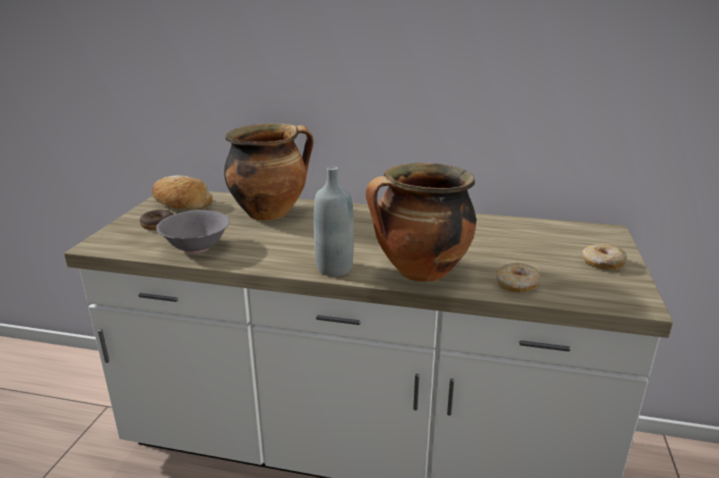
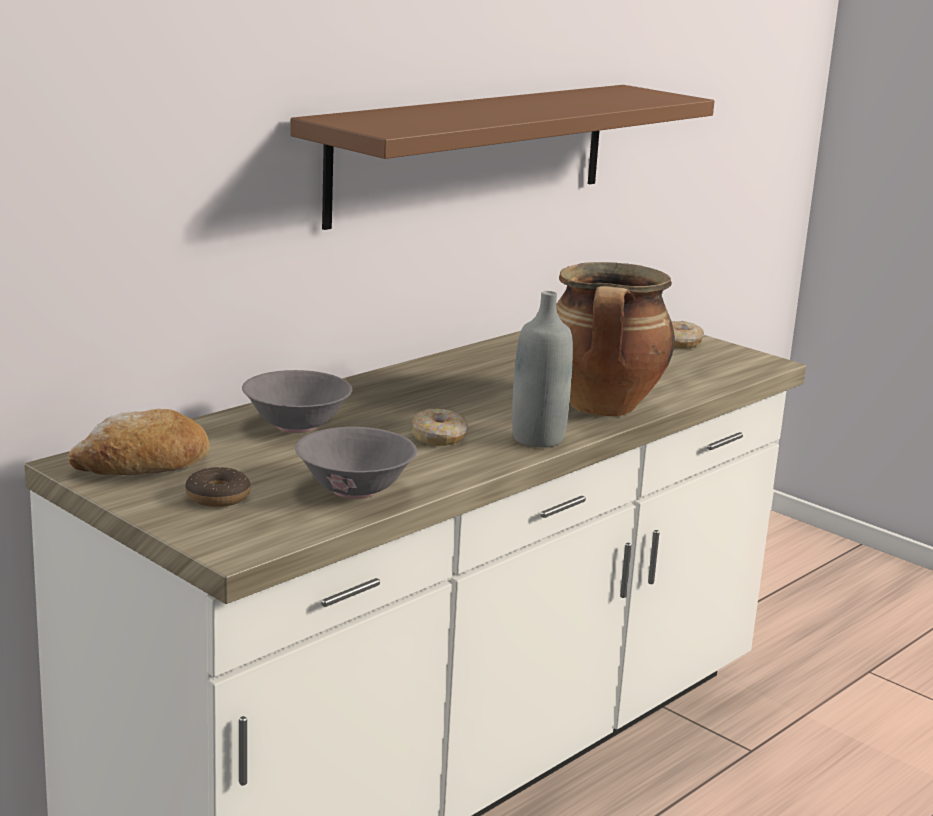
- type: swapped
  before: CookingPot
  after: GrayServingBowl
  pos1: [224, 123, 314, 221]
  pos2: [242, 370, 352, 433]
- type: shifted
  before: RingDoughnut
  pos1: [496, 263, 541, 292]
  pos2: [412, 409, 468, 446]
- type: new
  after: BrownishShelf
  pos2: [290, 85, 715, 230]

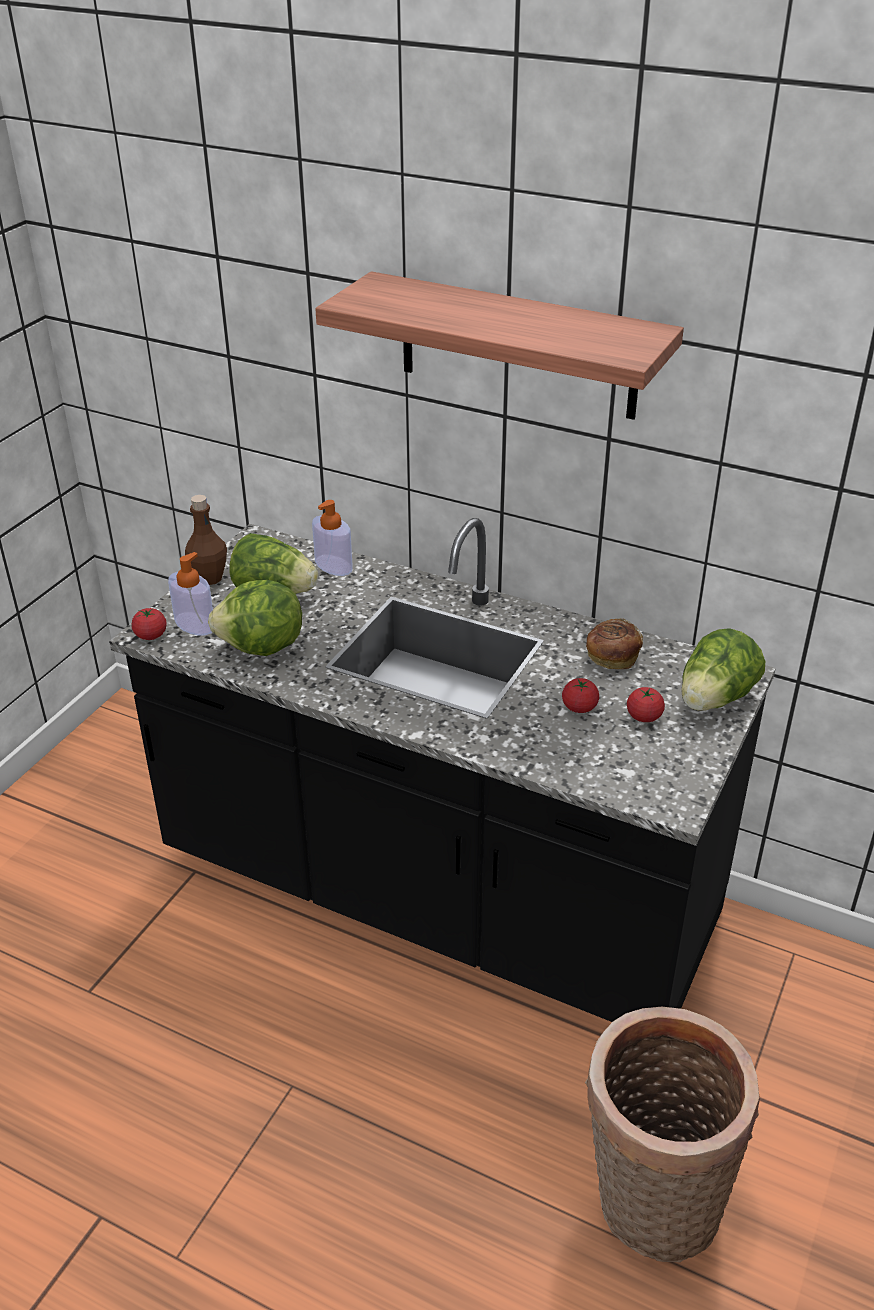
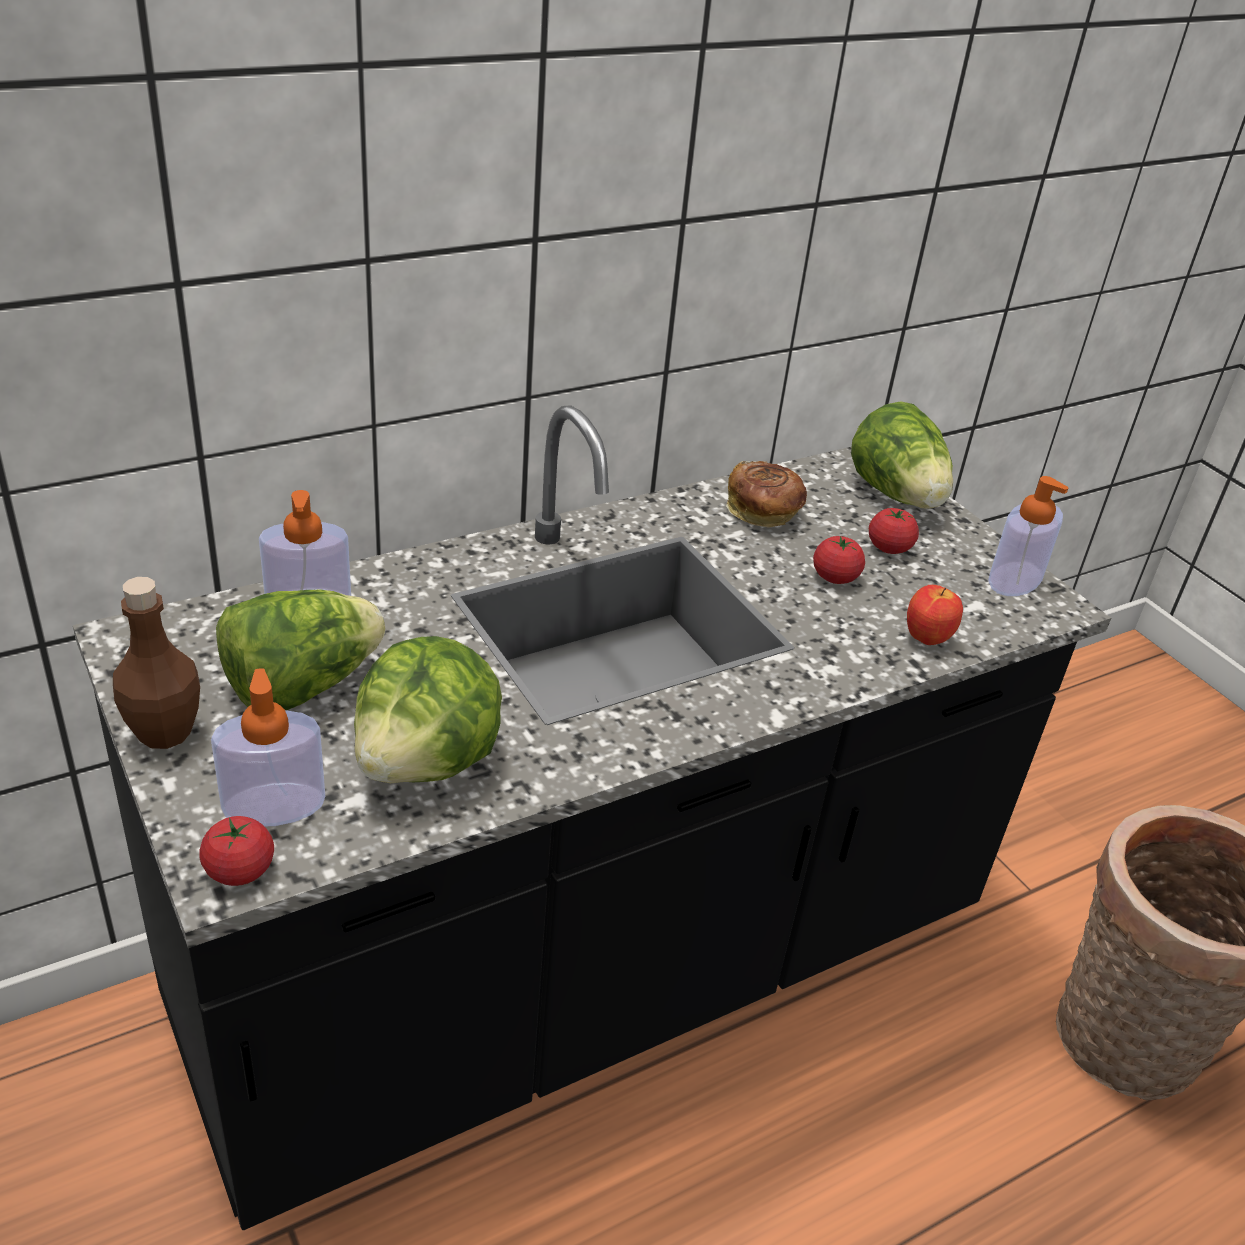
- type: gone
  before: Shelf
  pos1: [315, 271, 684, 420]
- type: new
  after: SoapDispenser
  pos2: [988, 476, 1069, 596]
- type: new
  after: Apple
  pos2: [907, 585, 963, 645]

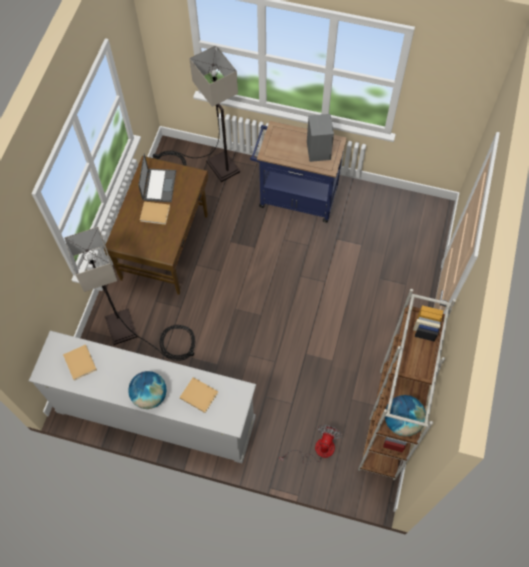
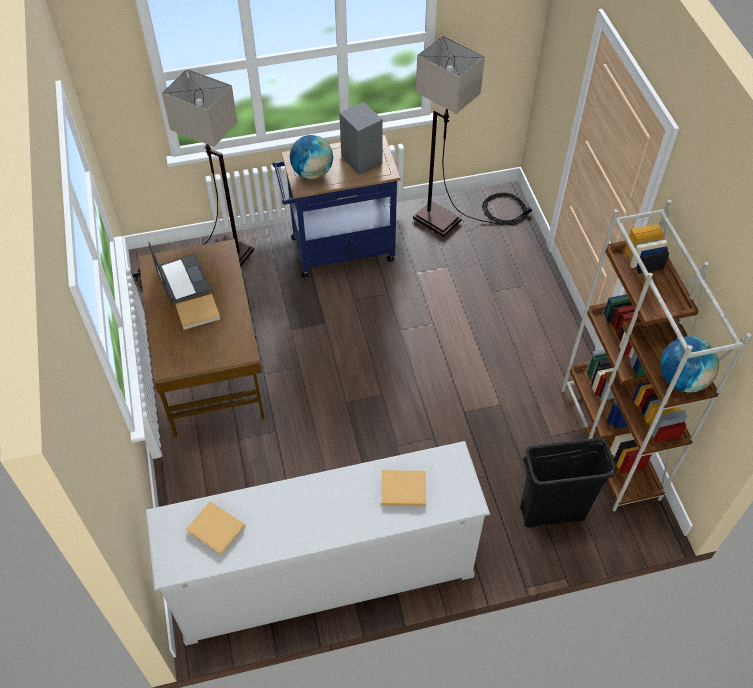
- type: shifted
  before: FloorLamp
  pos1: [64, 227, 195, 361]
  pos2: [413, 36, 532, 237]
- type: shifted
  before: DeskGlobe
  pos1: [128, 371, 167, 409]
  pos2: [290, 135, 333, 179]
- type: swapped
  before: Fan
  after: BlackishRubbishBin
  pos1: [279, 425, 342, 464]
  pos2: [520, 437, 616, 528]

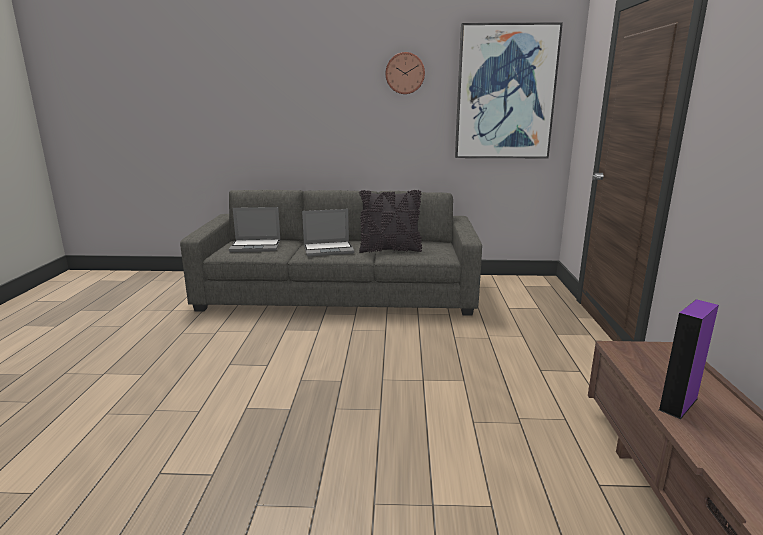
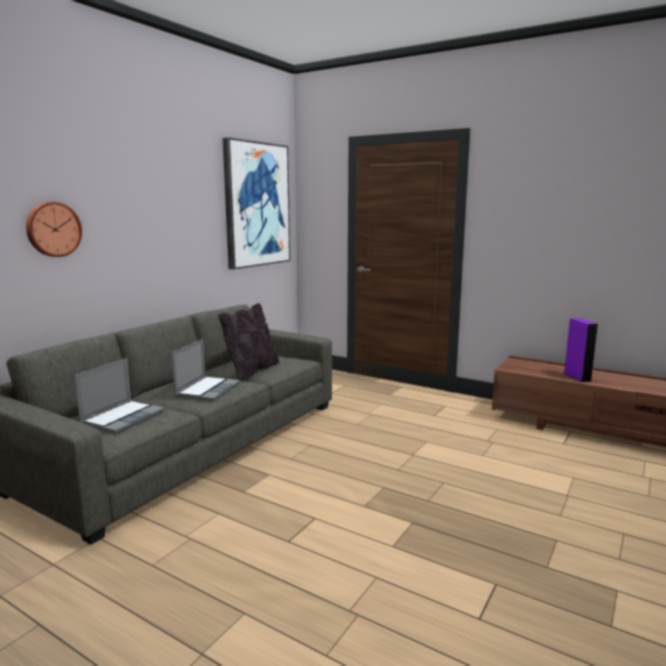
- type: shifted
  before: WallClock
  pos1: [385, 52, 425, 94]
  pos2: [26, 202, 82, 257]

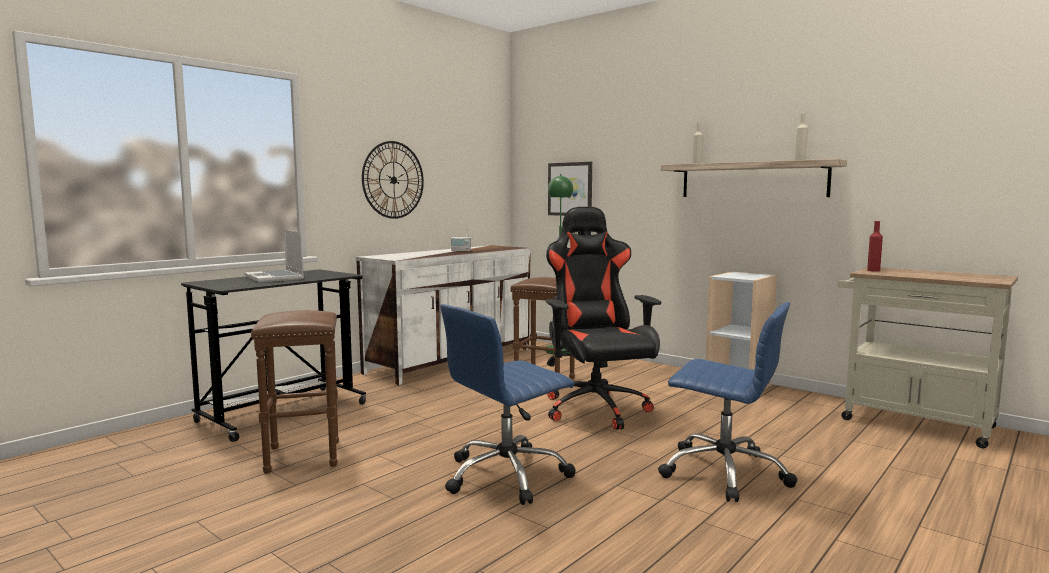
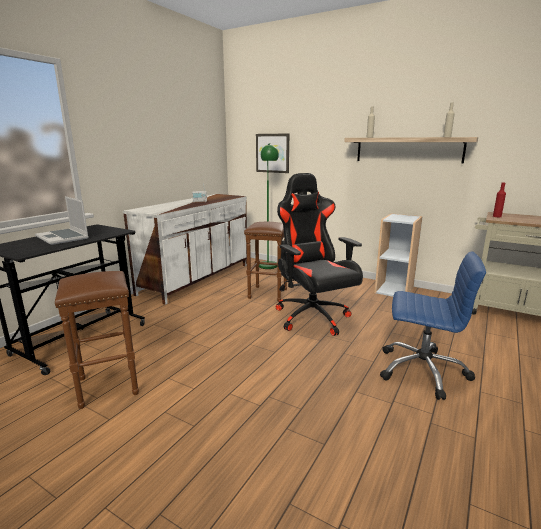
- type: gone
  before: WallClock
  pos1: [362, 141, 424, 219]
- type: gone
  before: BlueDeskChair
  pos1: [440, 304, 576, 505]

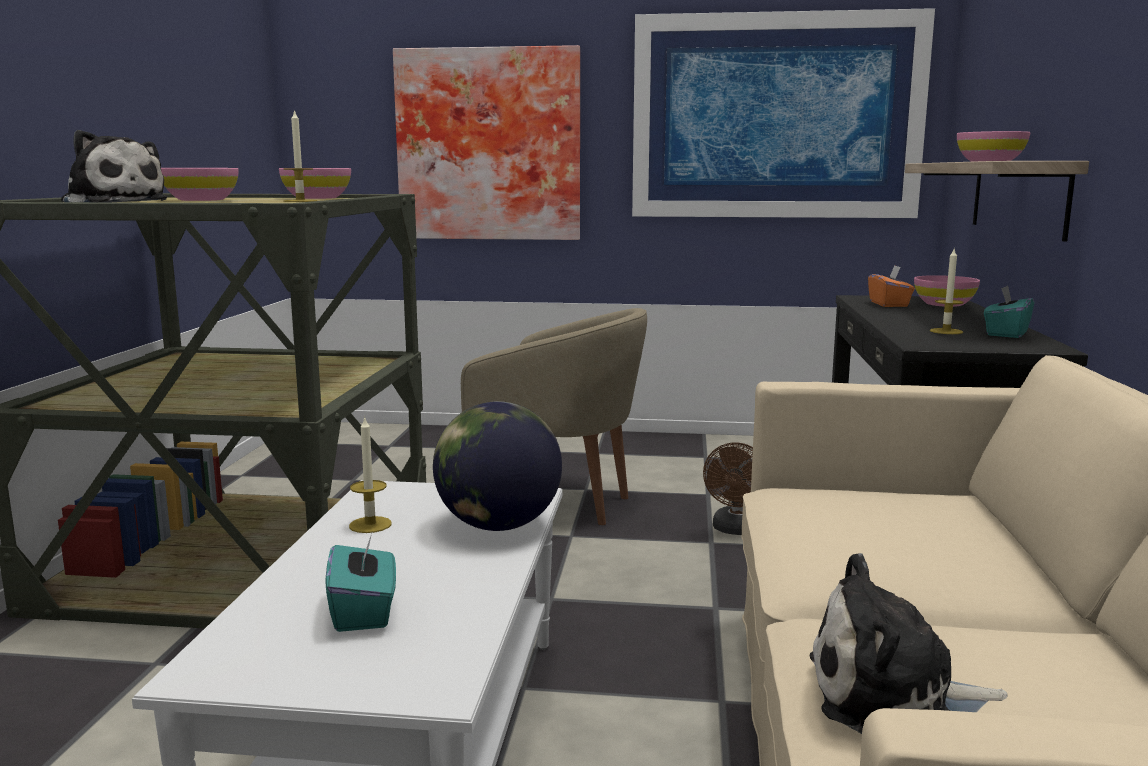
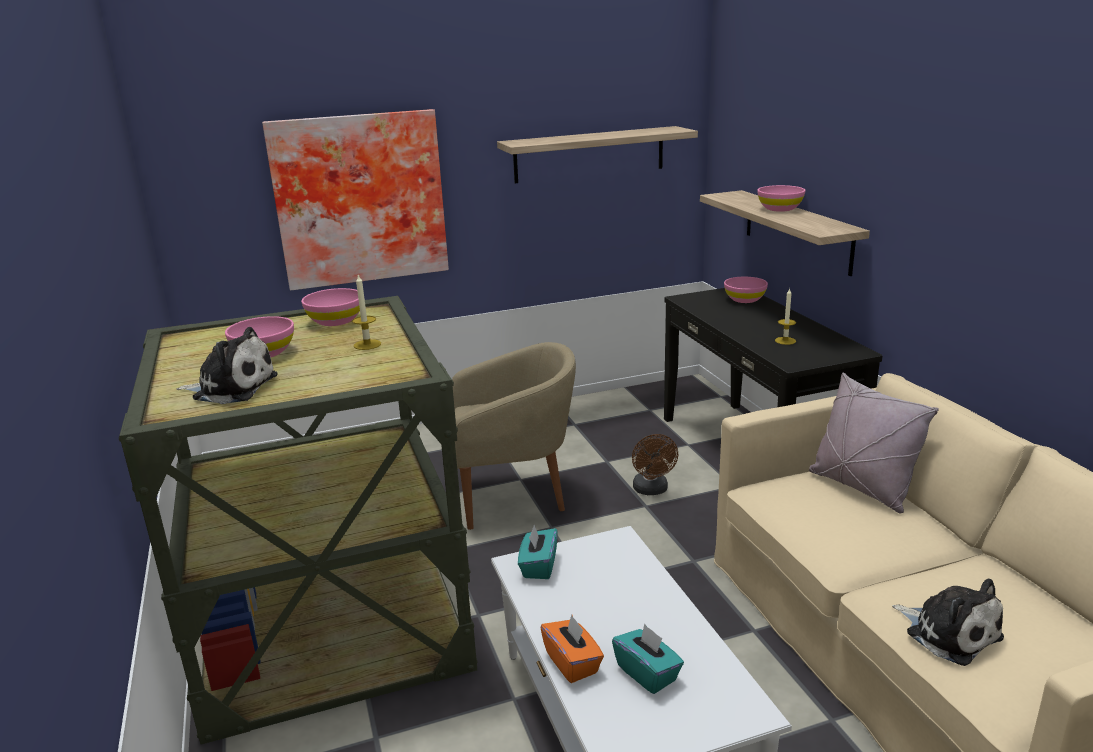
- type: swapped
  before: Picture
  after: Shelf
  pos1: [632, 8, 935, 218]
  pos2: [497, 126, 698, 183]
- type: shifted
  before: OrangeyTissueBox
  pos1: [868, 265, 915, 307]
  pos2: [541, 615, 604, 683]
- type: shifted
  before: BlueGreenTissueBox
  pos1: [984, 285, 1034, 338]
  pos2: [518, 525, 558, 579]
- type: gone
  before: DeskGlobe
  pos1: [433, 401, 562, 531]
- type: gone
  before: WaxCandle
  pos1: [349, 416, 392, 533]
- type: rotated
  before: PlushToy
  pos1: [810, 553, 1008, 734]
  pos2: [892, 579, 1004, 666]
  turn: -105
- type: new
  after: PurplishCushion
  pos2: [809, 373, 939, 514]

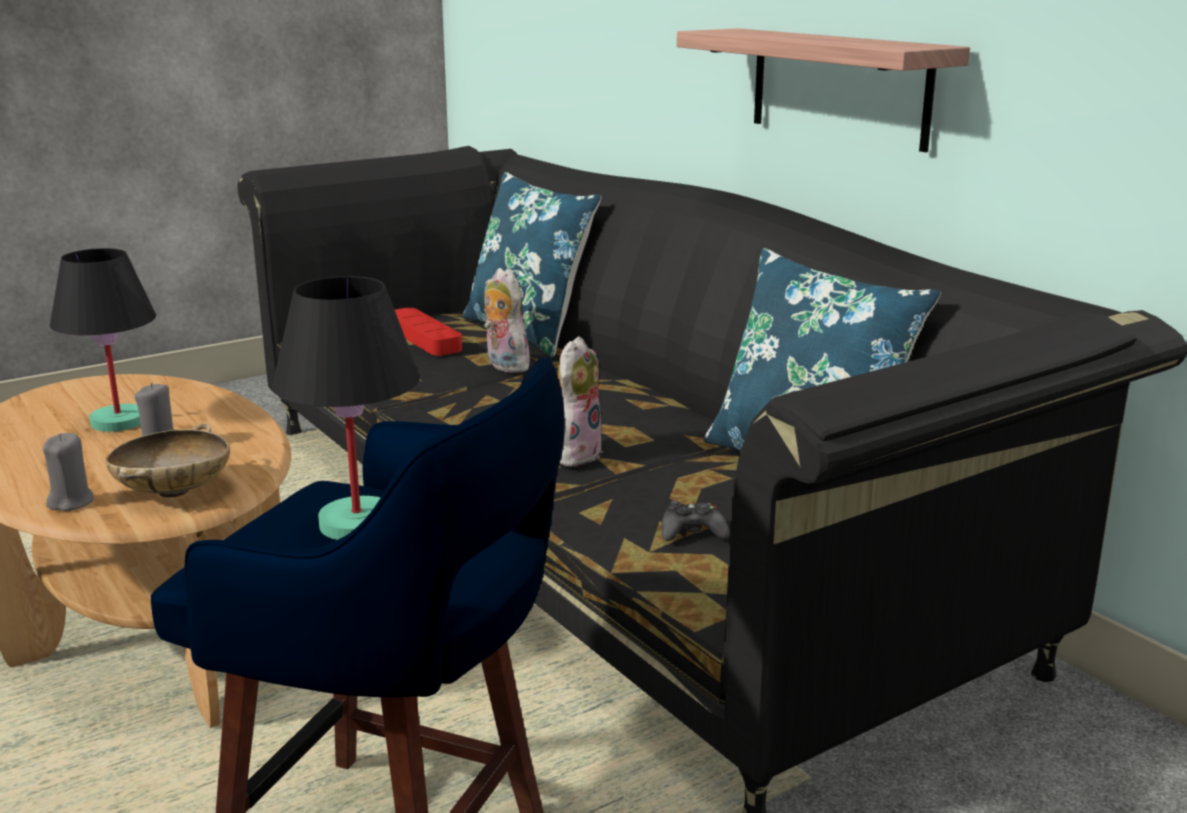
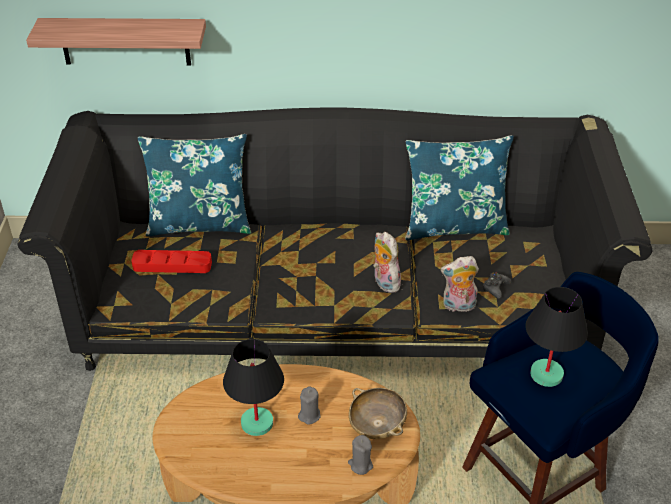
- type: shifted
  before: Shelf
  pos1: [677, 28, 970, 152]
  pos2: [26, 18, 206, 65]
- type: shifted
  before: PlushToy
  pos1: [484, 268, 530, 373]
  pos2: [441, 256, 479, 312]

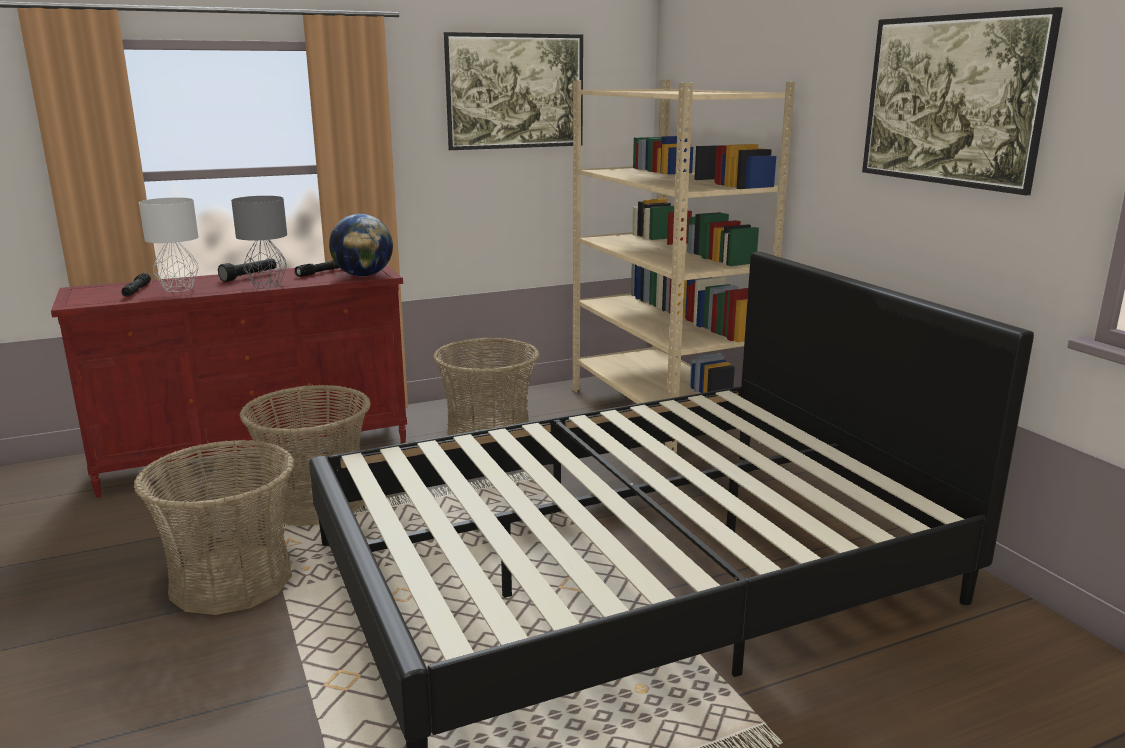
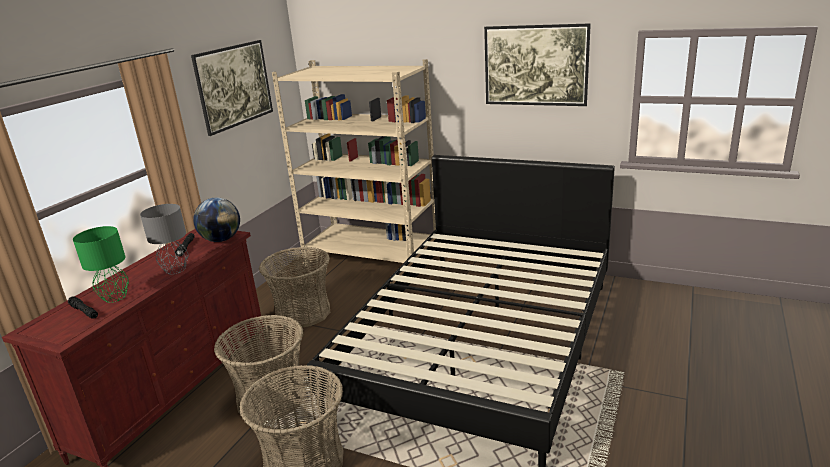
- type: repainted
  before: GrayTabletopLamp
  after: GreenTabletopLamp
  pos1: [139, 198, 199, 292]
  pos2: [73, 226, 129, 303]
- type: gone
  before: BlackishHandTorch
  pos1: [218, 258, 277, 282]

